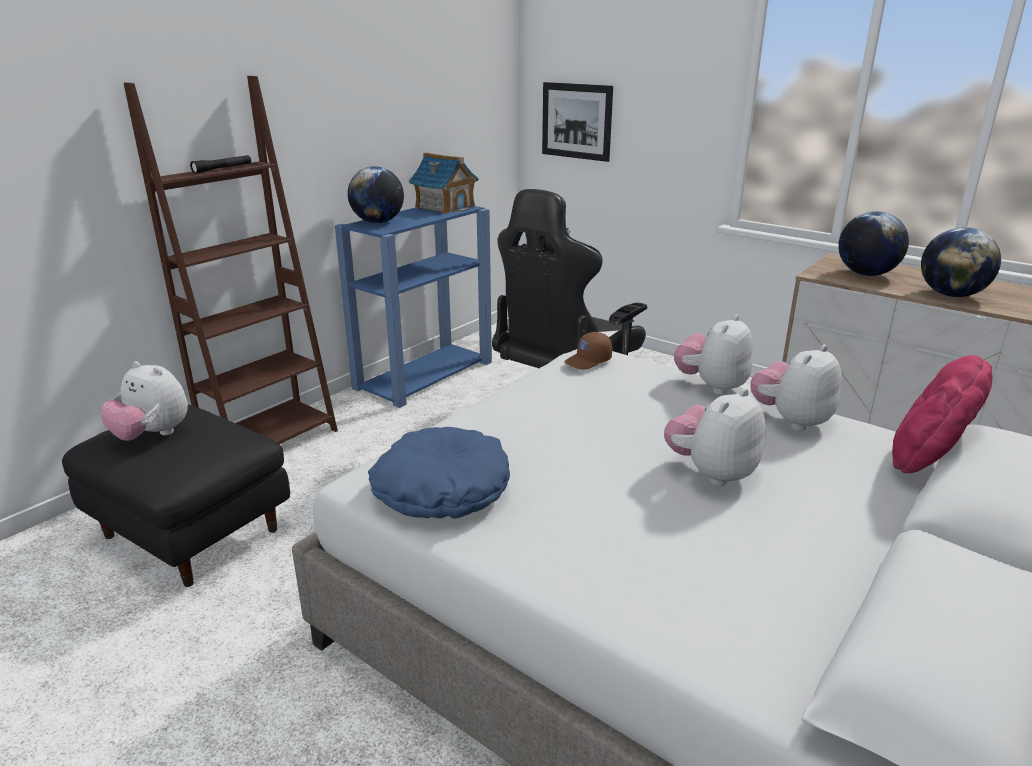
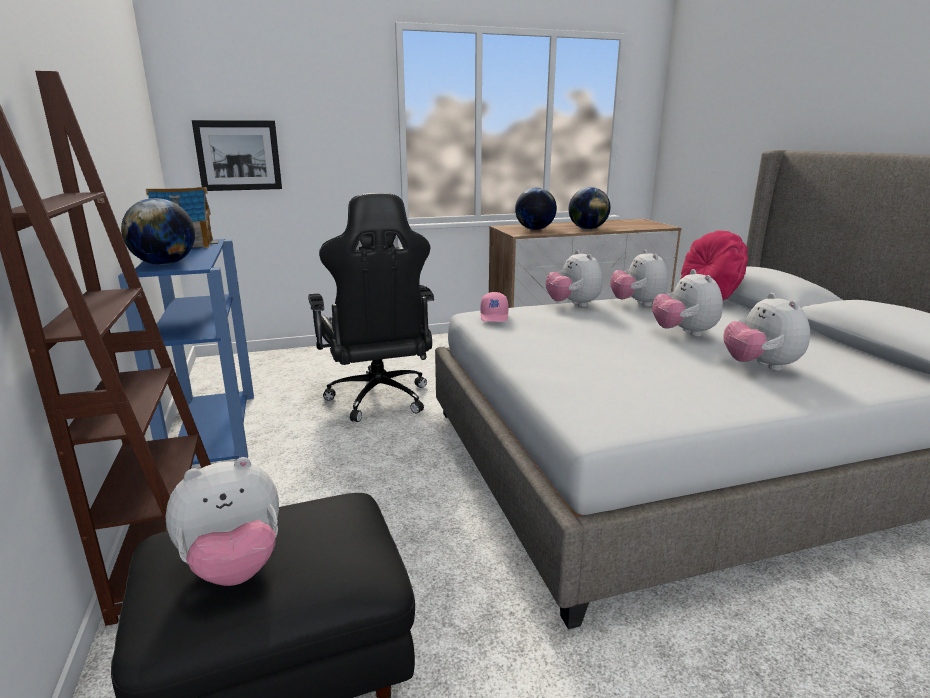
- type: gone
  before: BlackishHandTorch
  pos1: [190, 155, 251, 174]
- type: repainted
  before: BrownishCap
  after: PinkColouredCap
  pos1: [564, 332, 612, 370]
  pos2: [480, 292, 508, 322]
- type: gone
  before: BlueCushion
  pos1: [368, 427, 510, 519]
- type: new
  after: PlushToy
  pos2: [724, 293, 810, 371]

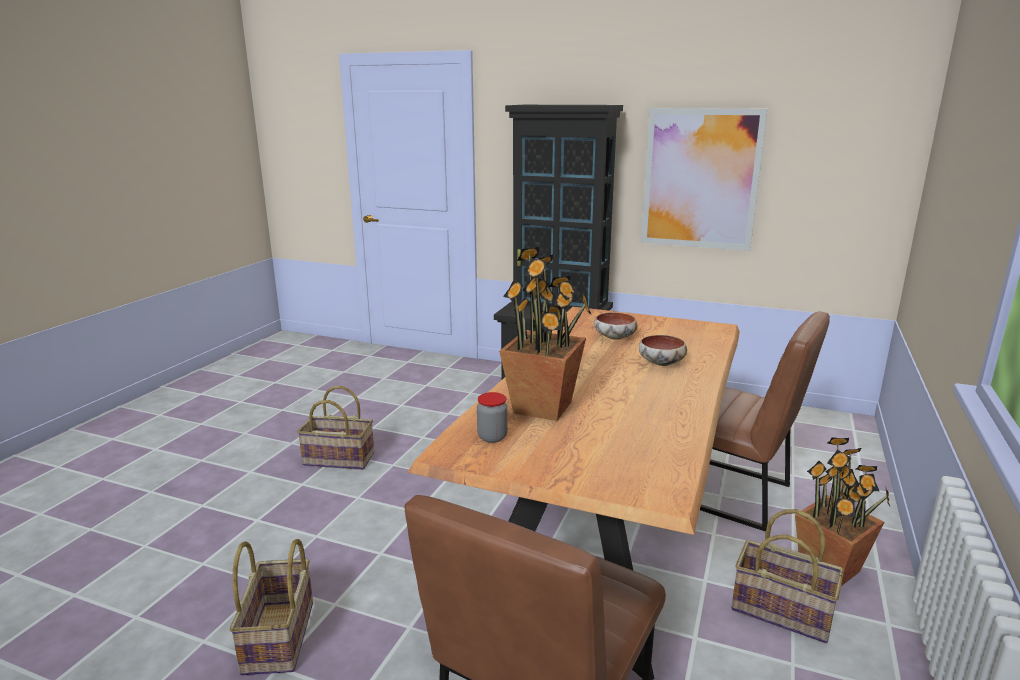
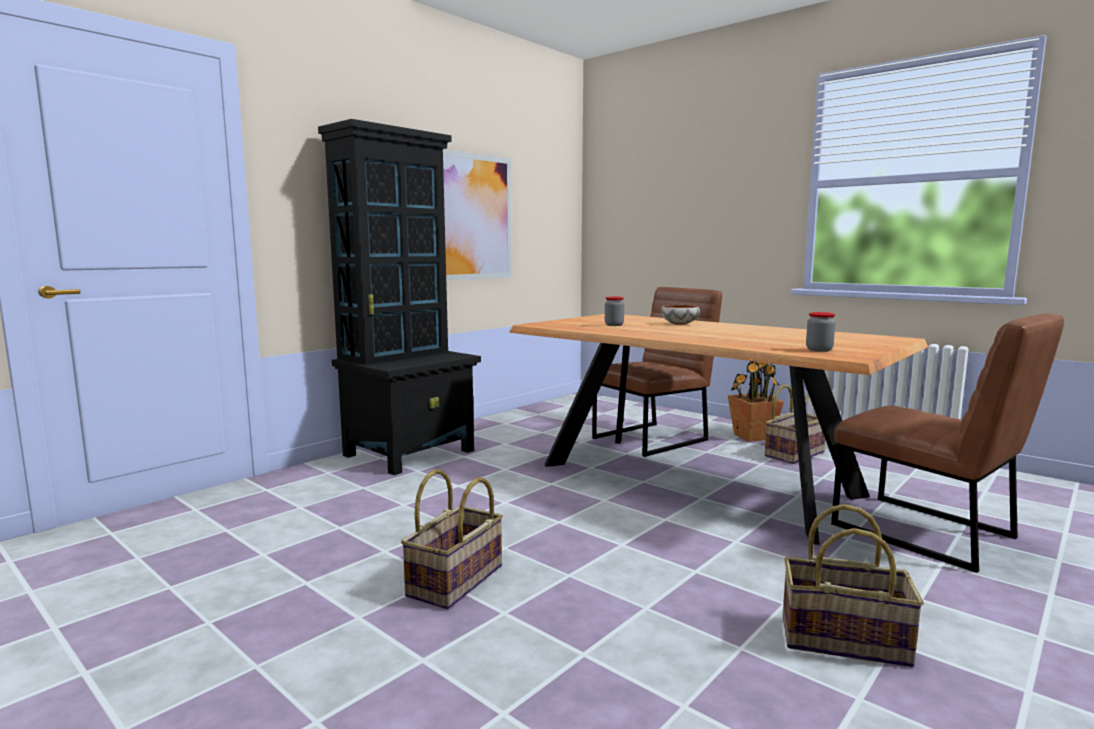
- type: gone
  before: PottedPlant
  pos1: [499, 247, 591, 421]
- type: swapped
  before: ServingBowl
  after: Jar
  pos1: [594, 312, 638, 340]
  pos2: [605, 297, 624, 326]

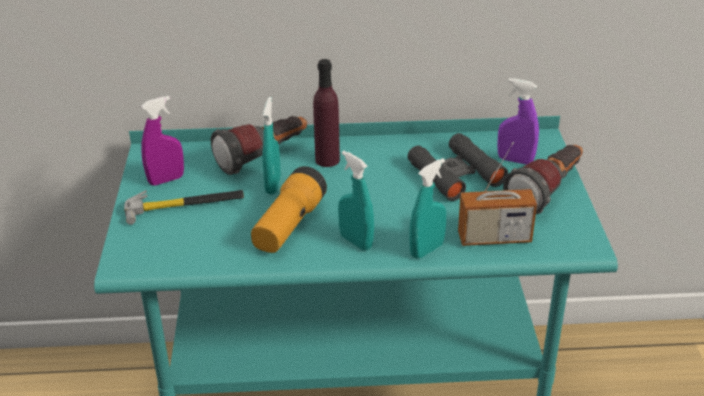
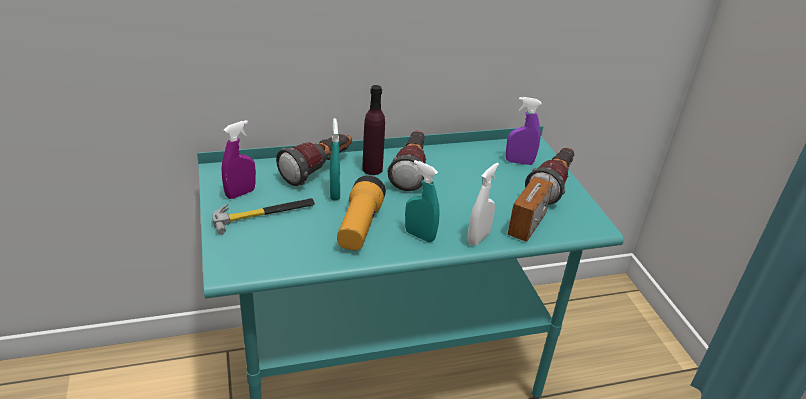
- type: gone
  before: BlackishFieldGlasses
  pos1: [408, 133, 508, 201]
- type: rotated
  before: RadioSet
  pos1: [458, 142, 537, 246]
  pos2: [508, 164, 553, 242]
  turn: 135
- type: repainted
  before: BlueGreenHandSprayer
  after: WhiteHandSprayer
  pos1: [409, 158, 446, 258]
  pos2: [467, 163, 499, 246]
- type: new
  after: HandTorch
  pos2: [387, 131, 426, 191]

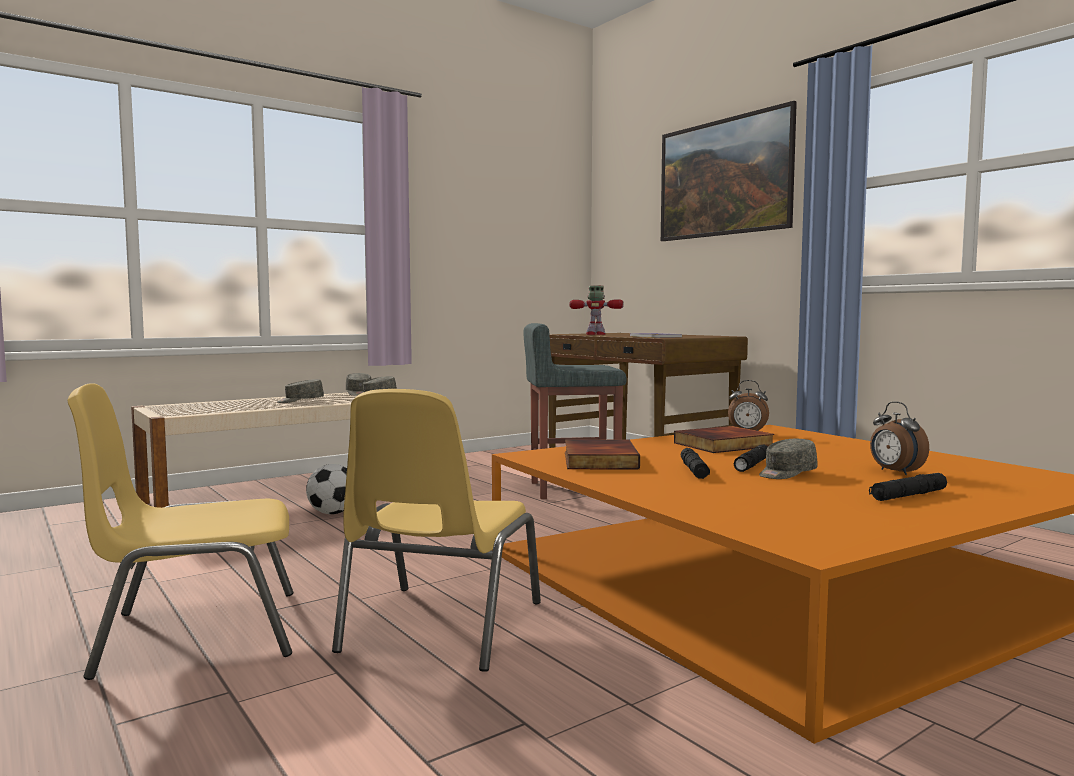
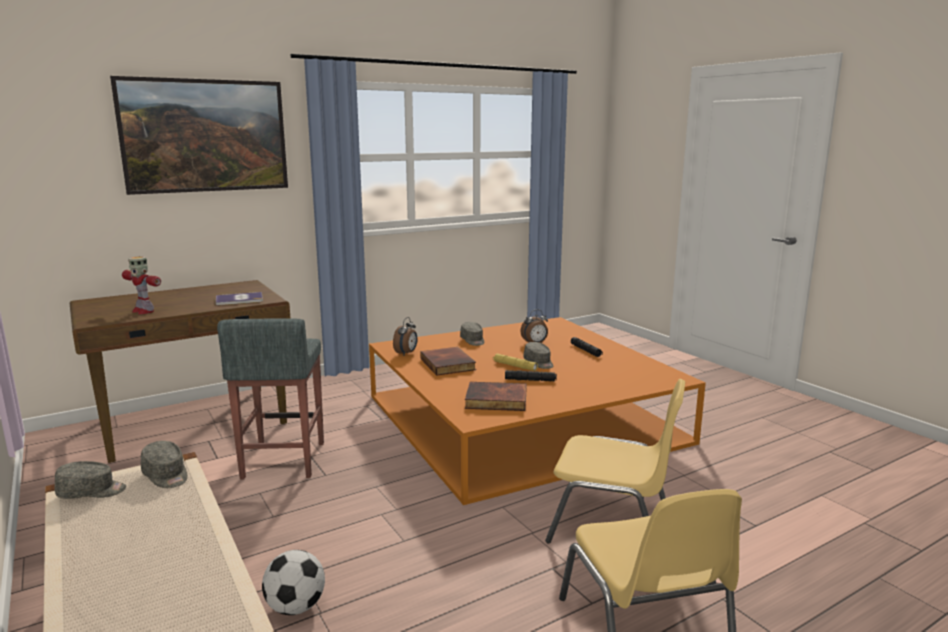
- type: rotated
  before: ModelRobot
  pos1: [569, 285, 624, 335]
  pos2: [122, 256, 161, 314]
  turn: -75
- type: shifted
  before: GrayCap
  pos1: [277, 379, 324, 403]
  pos2: [460, 322, 484, 346]
- type: repainted
  before: BlackishHandTorch
  after: YellowColouredHandTorch
  pos1: [734, 445, 768, 472]
  pos2: [494, 354, 538, 371]

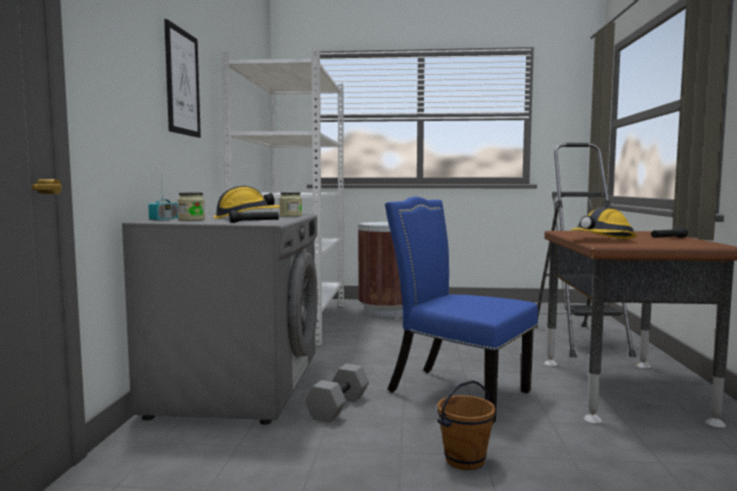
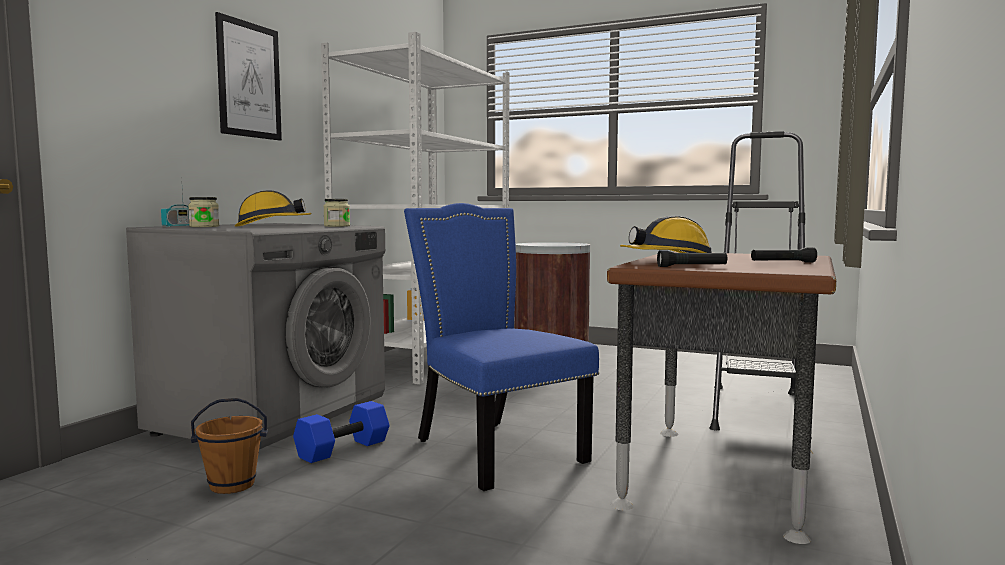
- type: shifted
  before: BlackishHandTorch
  pos1: [229, 211, 279, 223]
  pos2: [657, 250, 727, 267]
- type: repainted
  before: GrayDumbbell
  after: BlueDumbbell
  pos1: [305, 364, 369, 423]
  pos2: [293, 401, 390, 463]
- type: shifted
  before: BrownishBucket
  pos1: [437, 380, 496, 470]
  pos2: [191, 398, 268, 494]

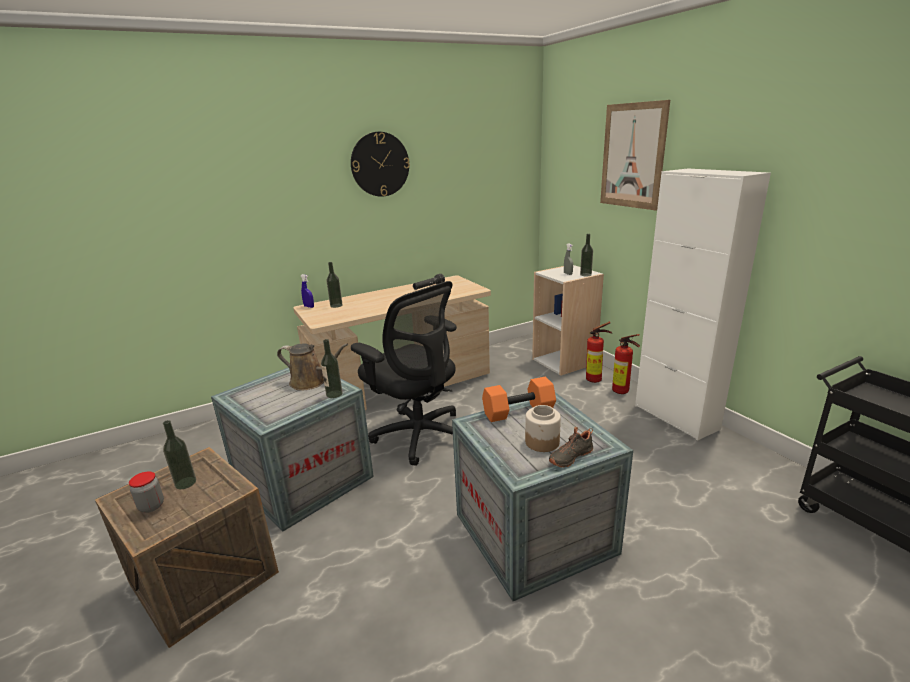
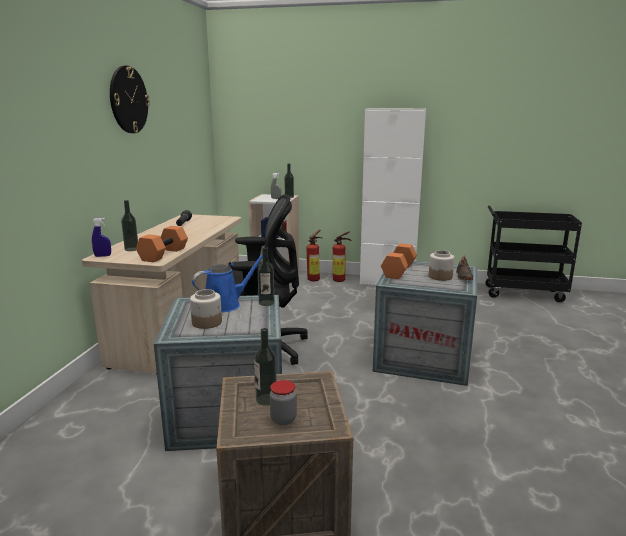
- type: gone
  before: Picture
  pos1: [600, 100, 670, 211]
- type: repainted
  before: BrownishWateringCan
  after: BlueWateringCan
  pos1: [277, 343, 348, 391]
  pos2: [192, 255, 262, 312]
- type: new
  after: OrangeyDumbbell
  pos2: [136, 226, 188, 262]
- type: new
  after: Jar
  pos2: [190, 289, 222, 329]

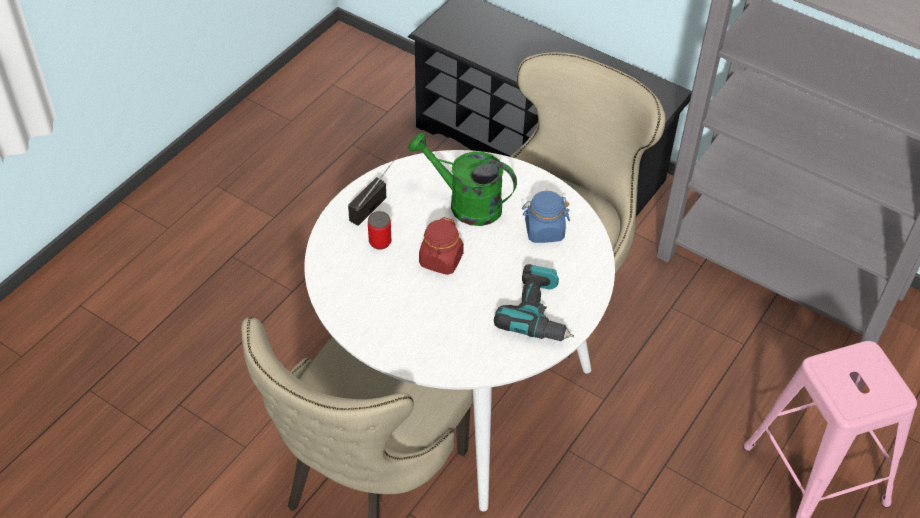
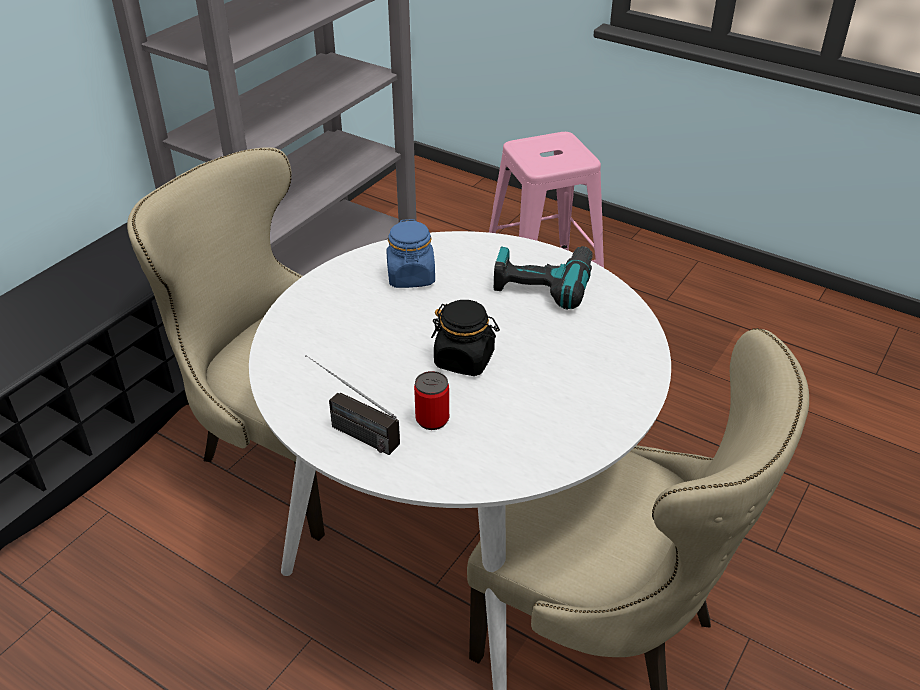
- type: gone
  before: GreenWateringCan
  pos1: [408, 132, 517, 226]
- type: repainted
  before: ReddishJar
  after: BlackishJar
  pos1: [419, 217, 464, 275]
  pos2: [431, 300, 500, 376]

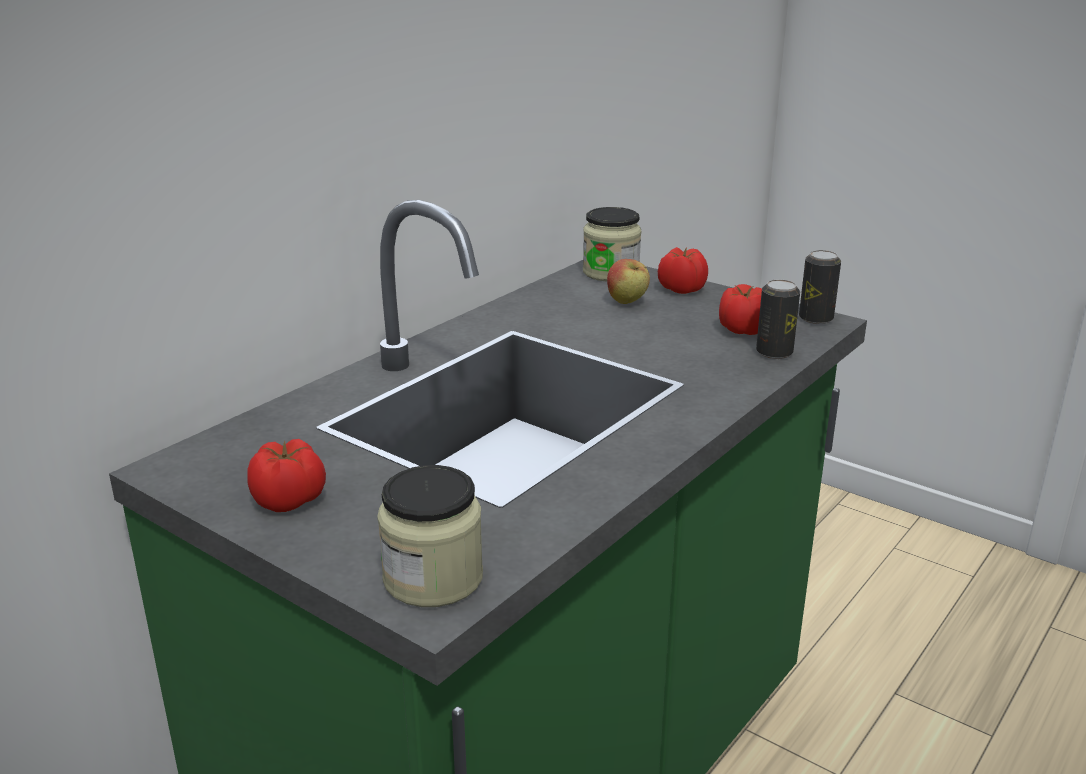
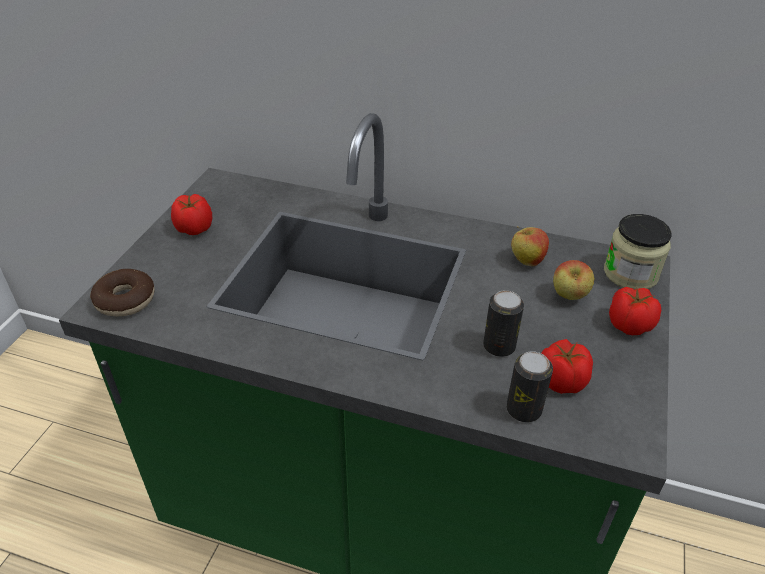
- type: shifted
  before: SealedCan
  pos1: [799, 250, 841, 324]
  pos2: [483, 290, 524, 357]
- type: swapped
  before: Jar
  after: RingDoughnut
  pos1: [377, 465, 483, 607]
  pos2: [90, 269, 155, 316]
- type: new
  after: Apple
  pos2: [511, 226, 549, 266]

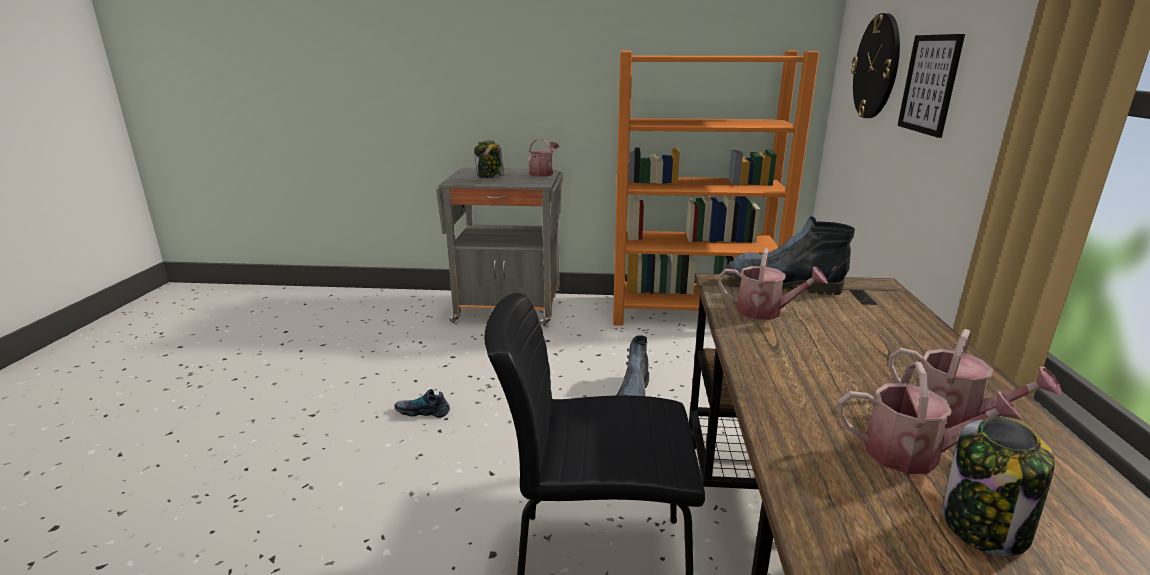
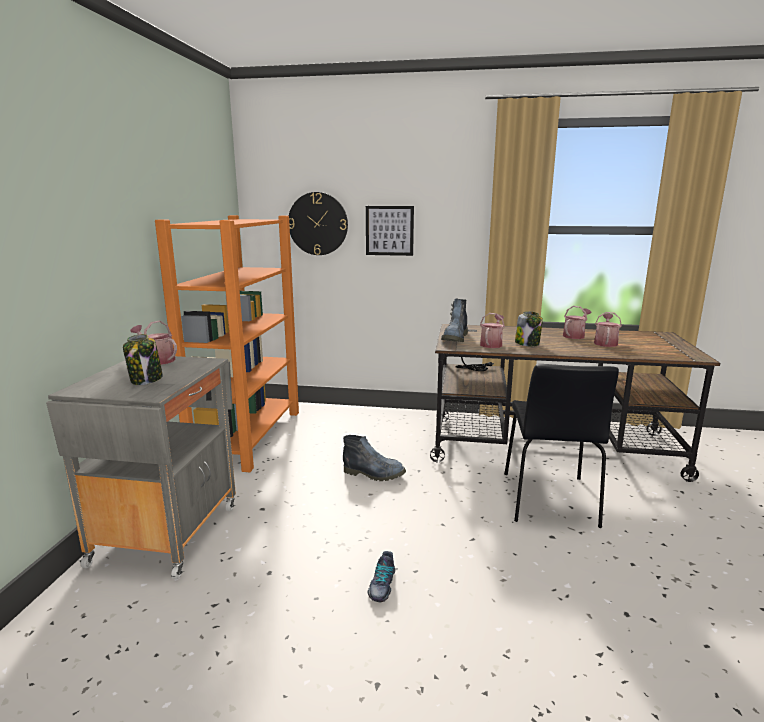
- type: shifted
  before: Jar
  pos1: [942, 417, 1055, 556]
  pos2: [515, 311, 543, 347]

